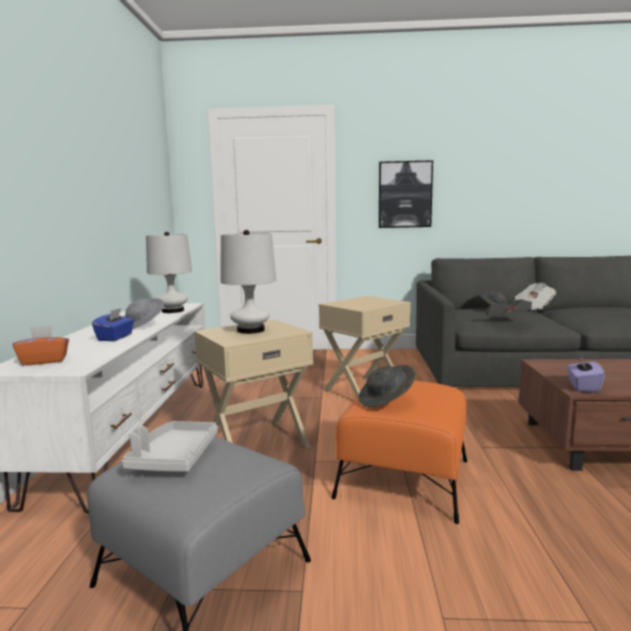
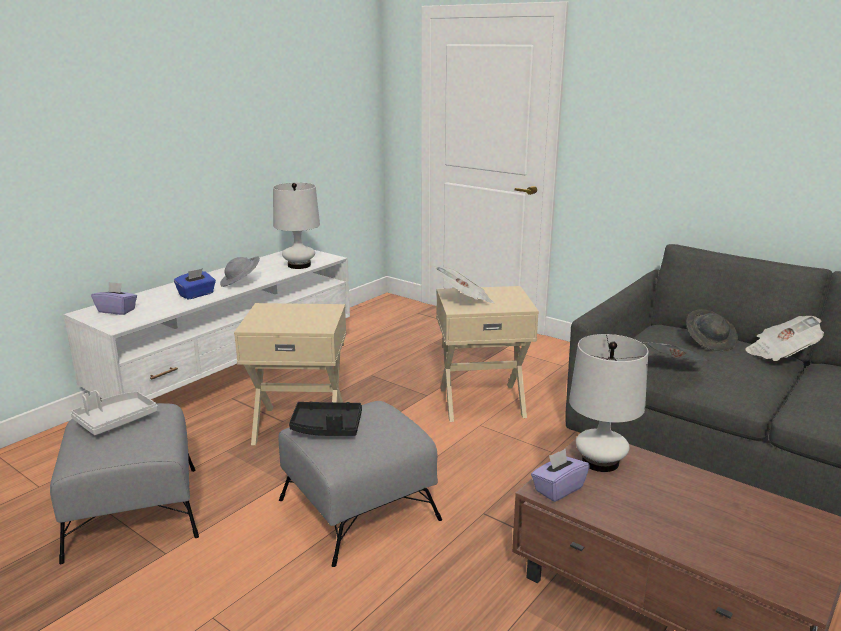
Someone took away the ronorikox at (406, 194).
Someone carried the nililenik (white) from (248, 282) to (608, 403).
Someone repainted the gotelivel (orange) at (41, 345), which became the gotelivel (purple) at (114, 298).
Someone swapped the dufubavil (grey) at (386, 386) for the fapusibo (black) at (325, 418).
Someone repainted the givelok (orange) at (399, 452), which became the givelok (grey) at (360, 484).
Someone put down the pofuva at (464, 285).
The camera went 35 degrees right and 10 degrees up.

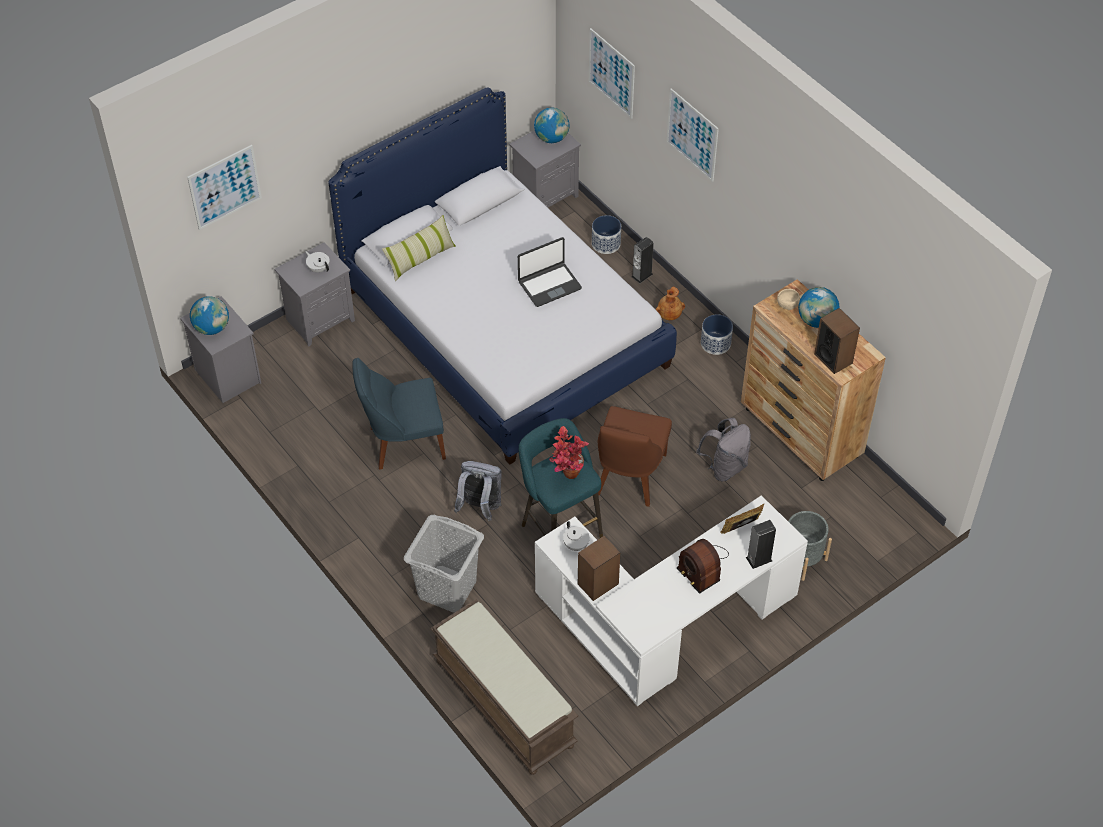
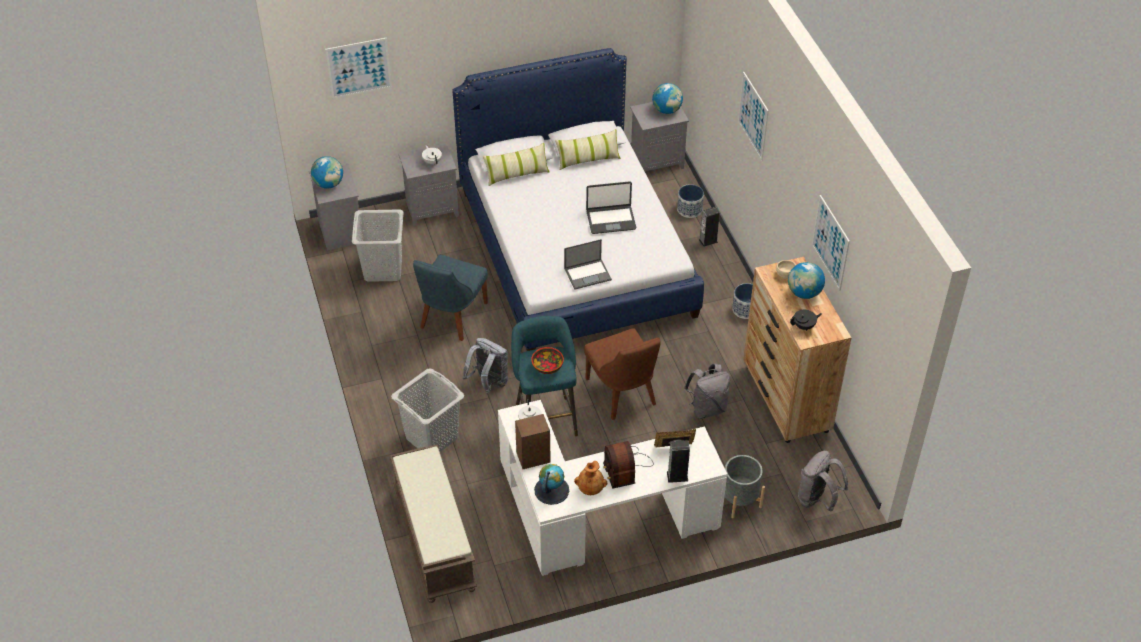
Someone carried the ronorikox from (612, 73) to (831, 243).
Someone carried the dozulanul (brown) from (670, 303) to (590, 478).
Someone swapped the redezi at (837, 341) for the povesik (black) at (806, 320).
Someone rotated the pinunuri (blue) at (399, 414) by 75 degrees counterclockwise.
Someone rotated the pinunuri (brown) at (635, 456) by 60 degrees counterclockwise.
Someone swapped the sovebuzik at (569, 452) for the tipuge at (547, 360).
Someone put down the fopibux at (588, 149).
Someone put down the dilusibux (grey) at (378, 245).
Someone put down the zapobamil at (588, 264).
Someone put down the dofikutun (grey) at (823, 481).
Someone put down the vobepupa at (551, 484).
The camera went 20 degrees right and 5 degrees down.

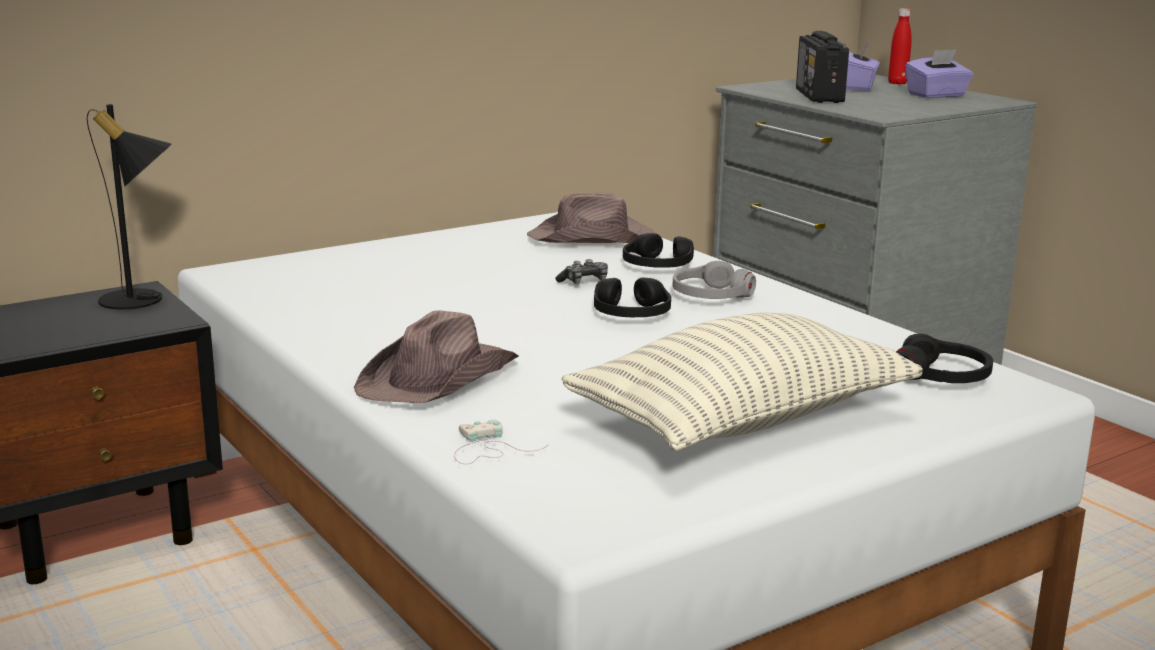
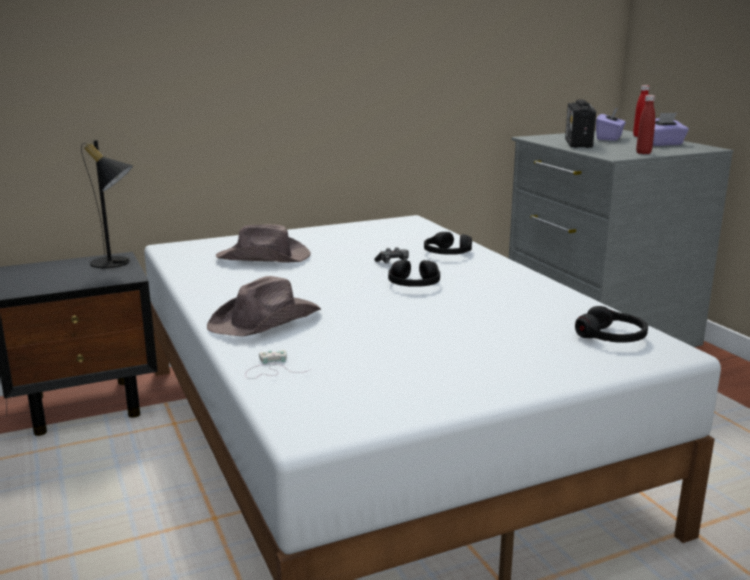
Someone carried the dufubavil (brown) from (591, 218) to (263, 243).
Someone took away the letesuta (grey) at (714, 280).
Someone took away the fopibux at (742, 382).
Someone put down the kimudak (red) at (645, 124).
The camera went 10 degrees right and 0 degrees up.

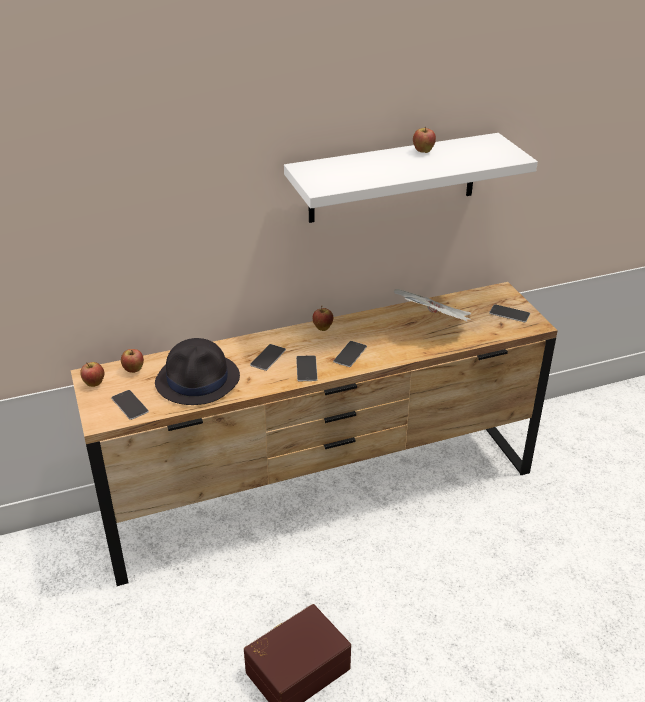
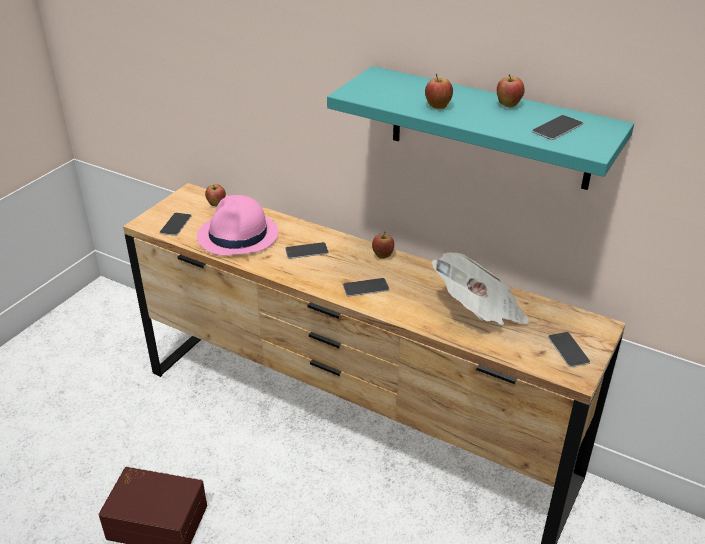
Someone repainted the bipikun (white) at (411, 178), which became the bipikun (turquoise) at (480, 128).
Someone repainted the dufubavil (black) at (197, 371), which became the dufubavil (pink) at (238, 225).
Someone carried the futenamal from (307, 368) to (557, 127).
Someone carried the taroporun from (92, 374) to (439, 91).
The camera went 50 degrees right and 0 degrees up.

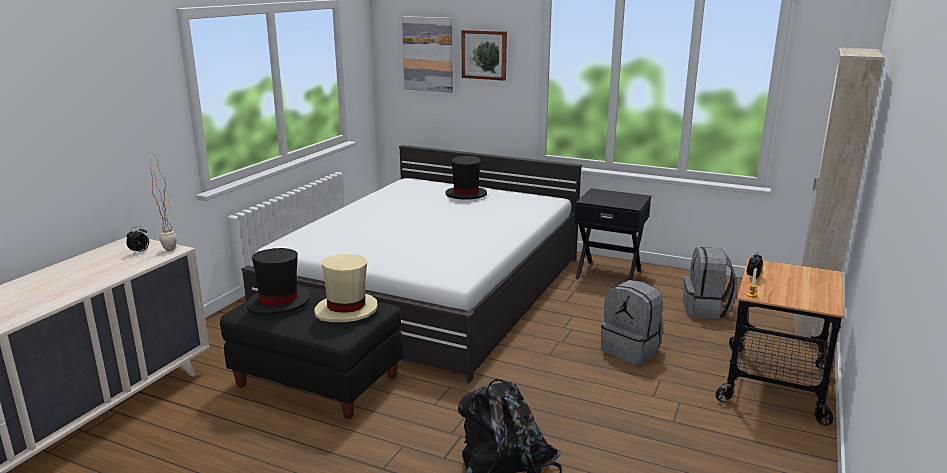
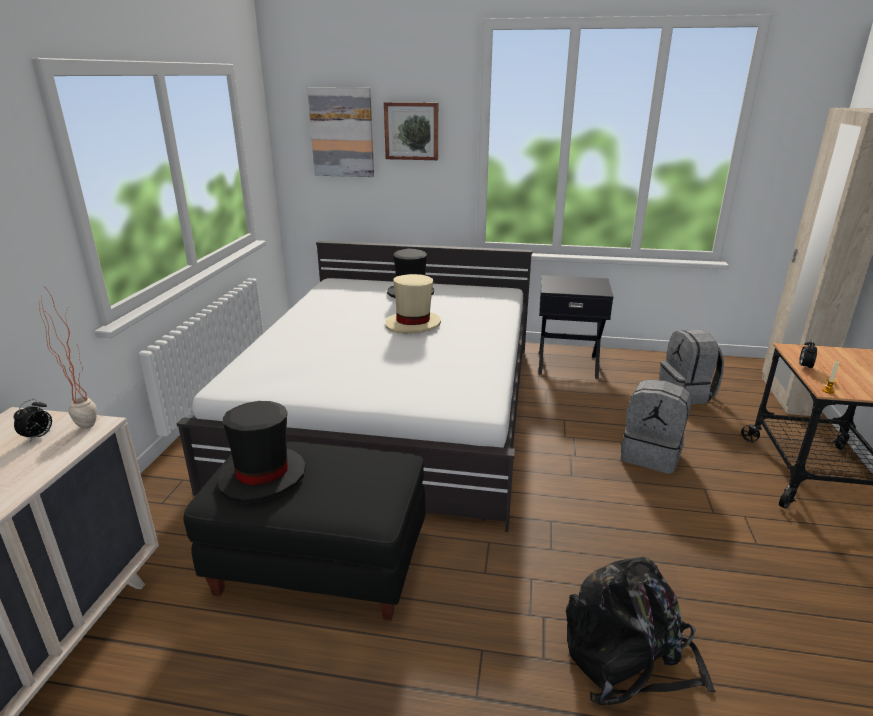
Someone carried the dufubavil (beige) from (346, 288) to (413, 304).
The camera went 15 degrees left and 5 degrees up.

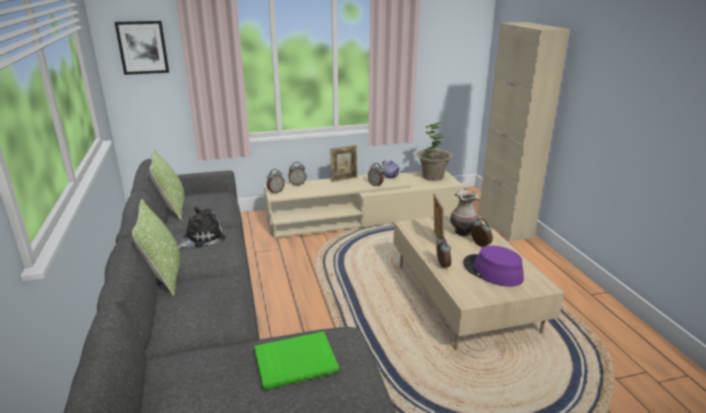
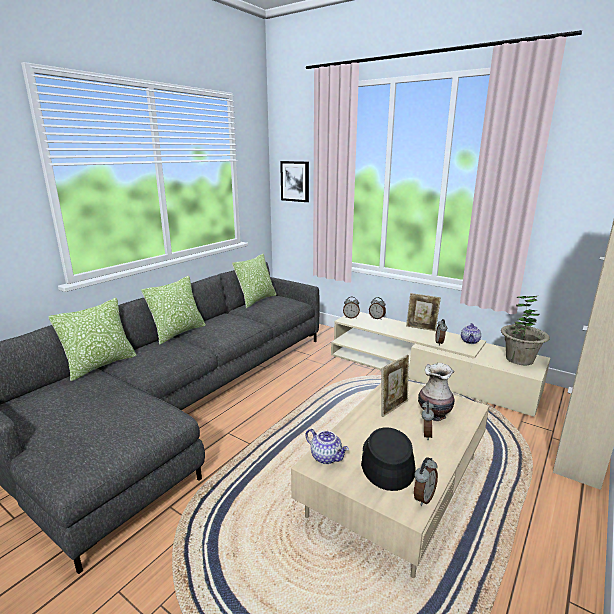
Someone took away the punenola at (201, 228).
Someone carried the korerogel from (443, 253) to (426, 481).
Someone repainted the dufubavil (purple) at (493, 266), which became the dufubavil (black) at (388, 459).
Someone took away the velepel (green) at (296, 360).
Someone put down the fopibux at (92, 339).
Someone put down the povesik at (327, 446).
The camera went 50 degrees right and 5 degrees down.

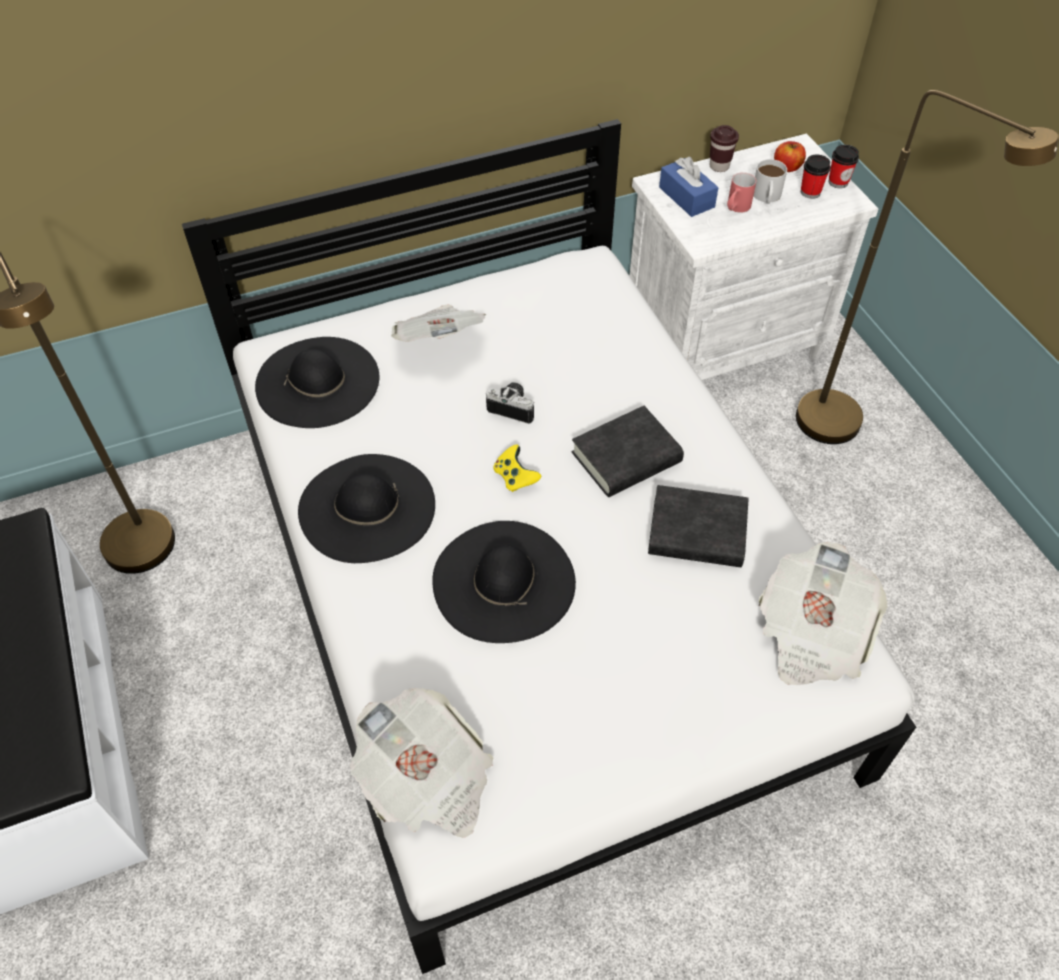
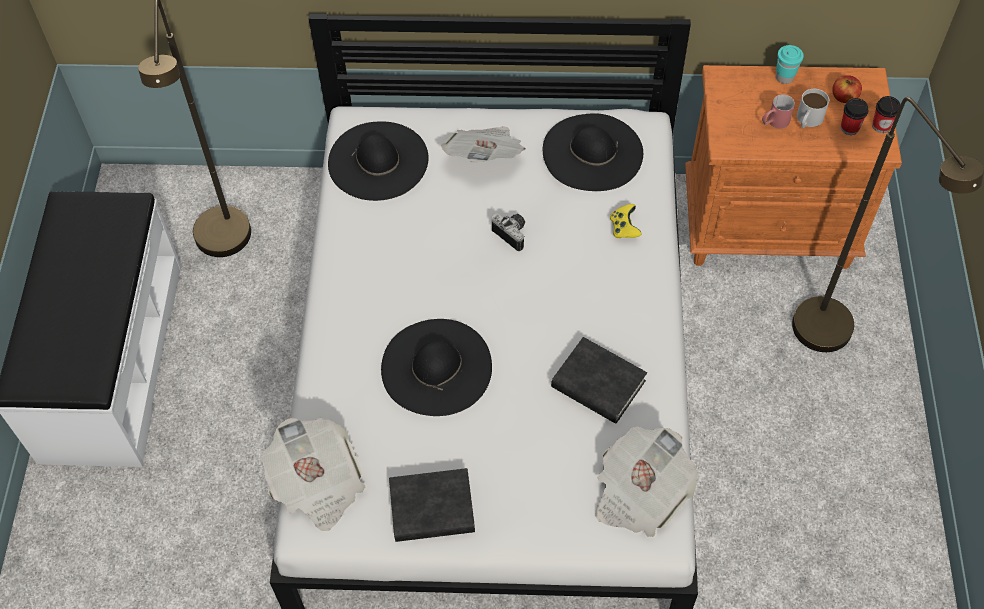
Someone repainted the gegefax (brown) at (724, 148), which became the gegefax (turquoise) at (790, 64).
Someone repainted the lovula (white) at (754, 257), which became the lovula (orange) at (793, 167).
Someone took away the gotelivel (blue) at (689, 187).
Someone carried the velepel (black) from (628, 451) to (432, 505).
Someone carried the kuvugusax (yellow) from (517, 468) to (626, 221).
Someone carried the dufubavil (black) from (366, 508) to (593, 152).
The camera went 25 degrees right and 5 degrees up.

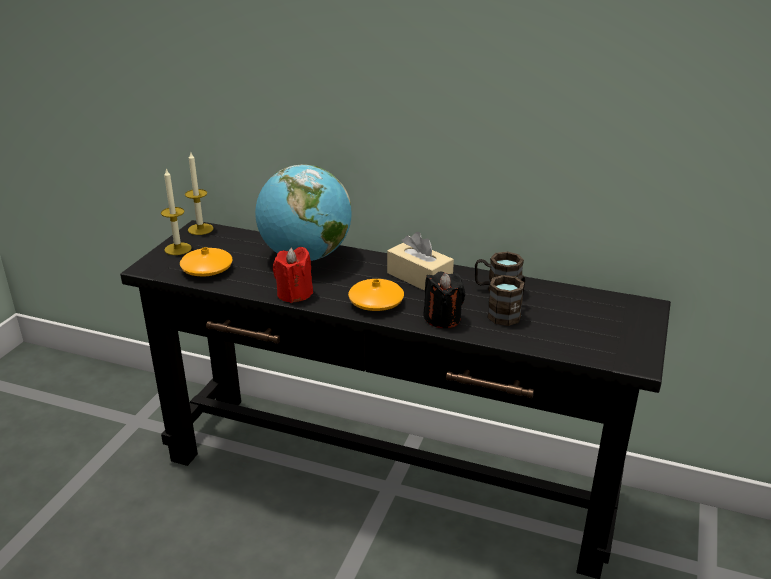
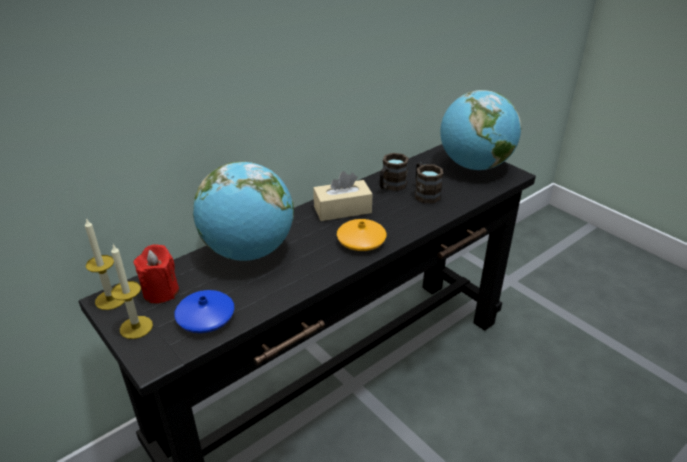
Someone repainted the dozulanul (orange) at (206, 262), which became the dozulanul (blue) at (204, 311).
Someone carried the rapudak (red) from (293, 275) to (156, 273).
Someone took away the rapudak (black) at (444, 299).
Someone put down the vobepupa at (480, 130).
The camera went 60 degrees left and 5 degrees up.

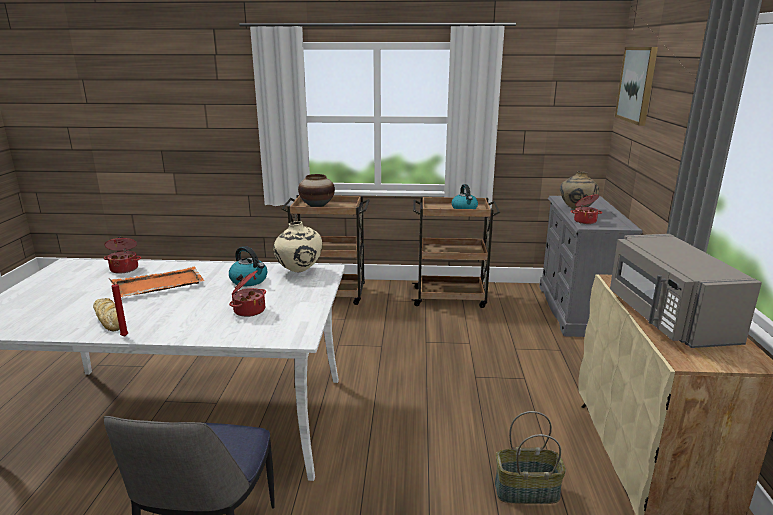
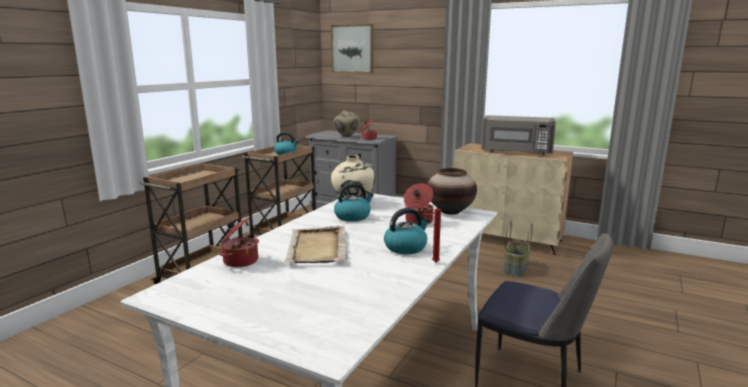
Someone carried the dozulanul from (316, 190) to (452, 191).
Someone repainted the fapusibo (orange) at (158, 281), which became the fapusibo (beige) at (316, 244).
Someone took away the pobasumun at (106, 314).
Someone put down the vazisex at (407, 231).
The camera went 65 degrees left and 5 degrees down.

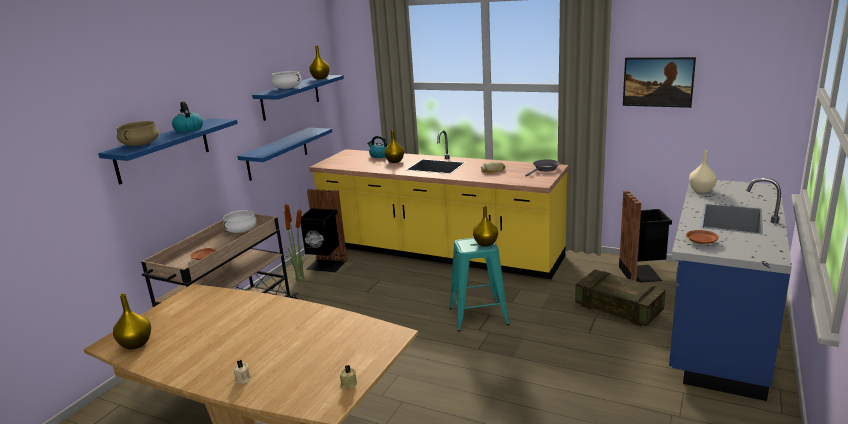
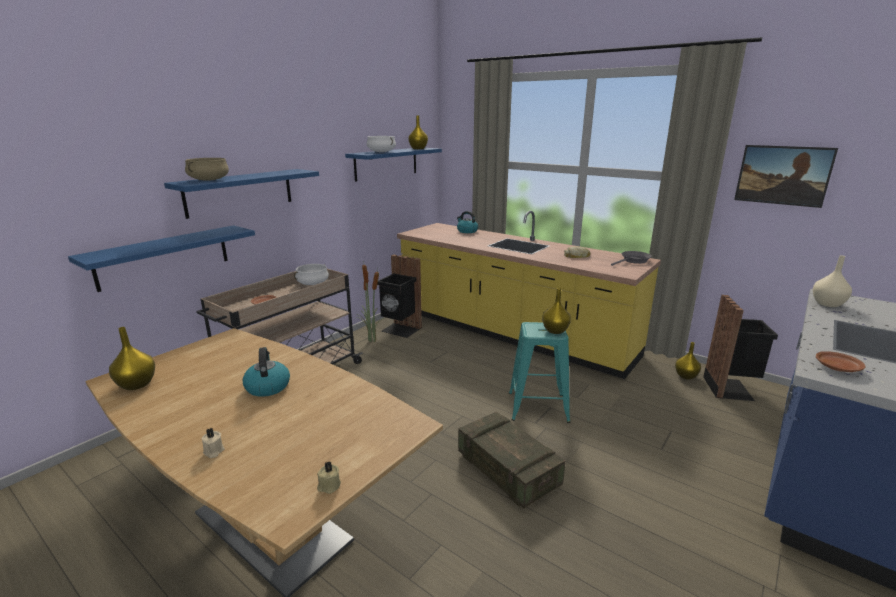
Someone carried the vazisex from (187, 116) to (266, 372).
Someone carried the bipikun (blue) from (284, 154) to (161, 258).
Someone carried the dozulanul (yellow) from (394, 146) to (688, 360).
Someone carried the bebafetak from (620, 298) to (511, 459).
The camera went 10 degrees right and 0 degrees up.

